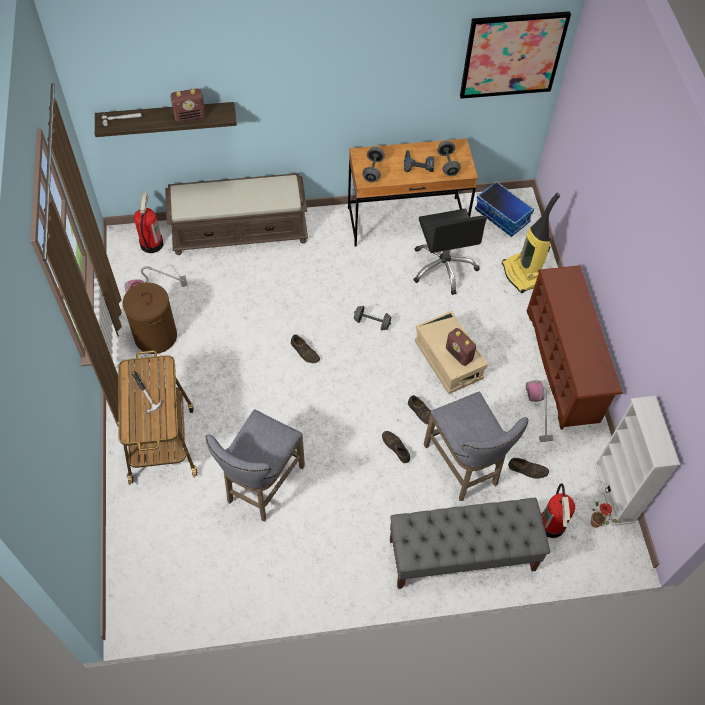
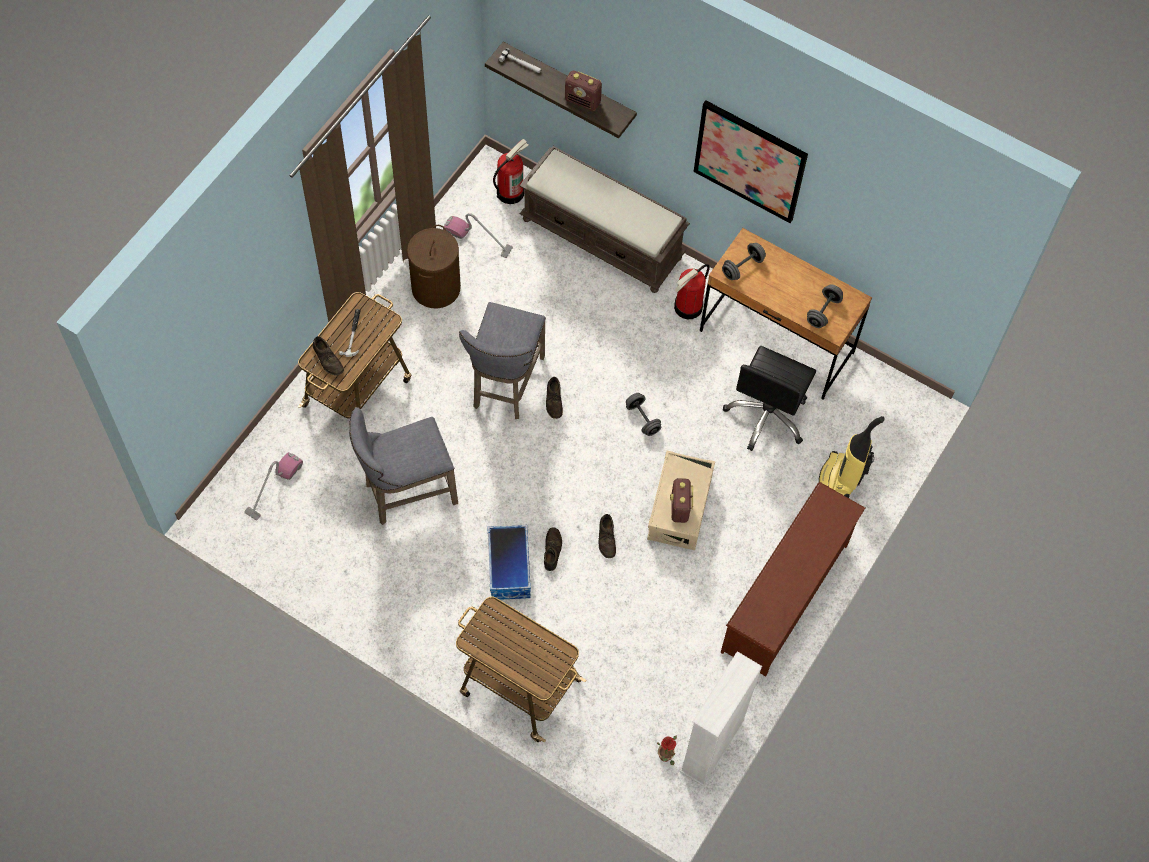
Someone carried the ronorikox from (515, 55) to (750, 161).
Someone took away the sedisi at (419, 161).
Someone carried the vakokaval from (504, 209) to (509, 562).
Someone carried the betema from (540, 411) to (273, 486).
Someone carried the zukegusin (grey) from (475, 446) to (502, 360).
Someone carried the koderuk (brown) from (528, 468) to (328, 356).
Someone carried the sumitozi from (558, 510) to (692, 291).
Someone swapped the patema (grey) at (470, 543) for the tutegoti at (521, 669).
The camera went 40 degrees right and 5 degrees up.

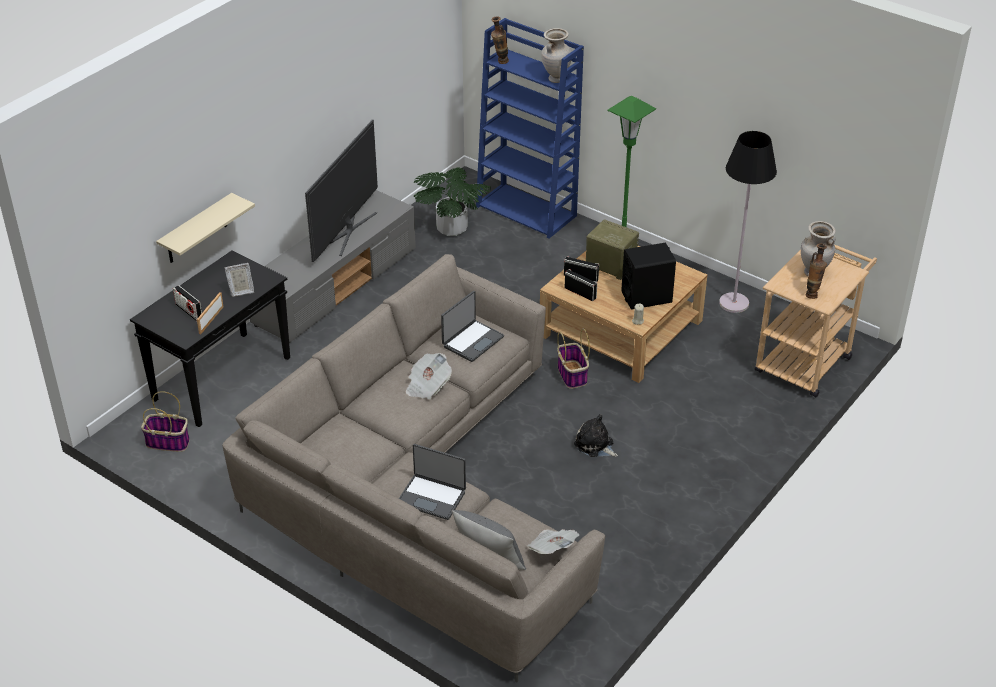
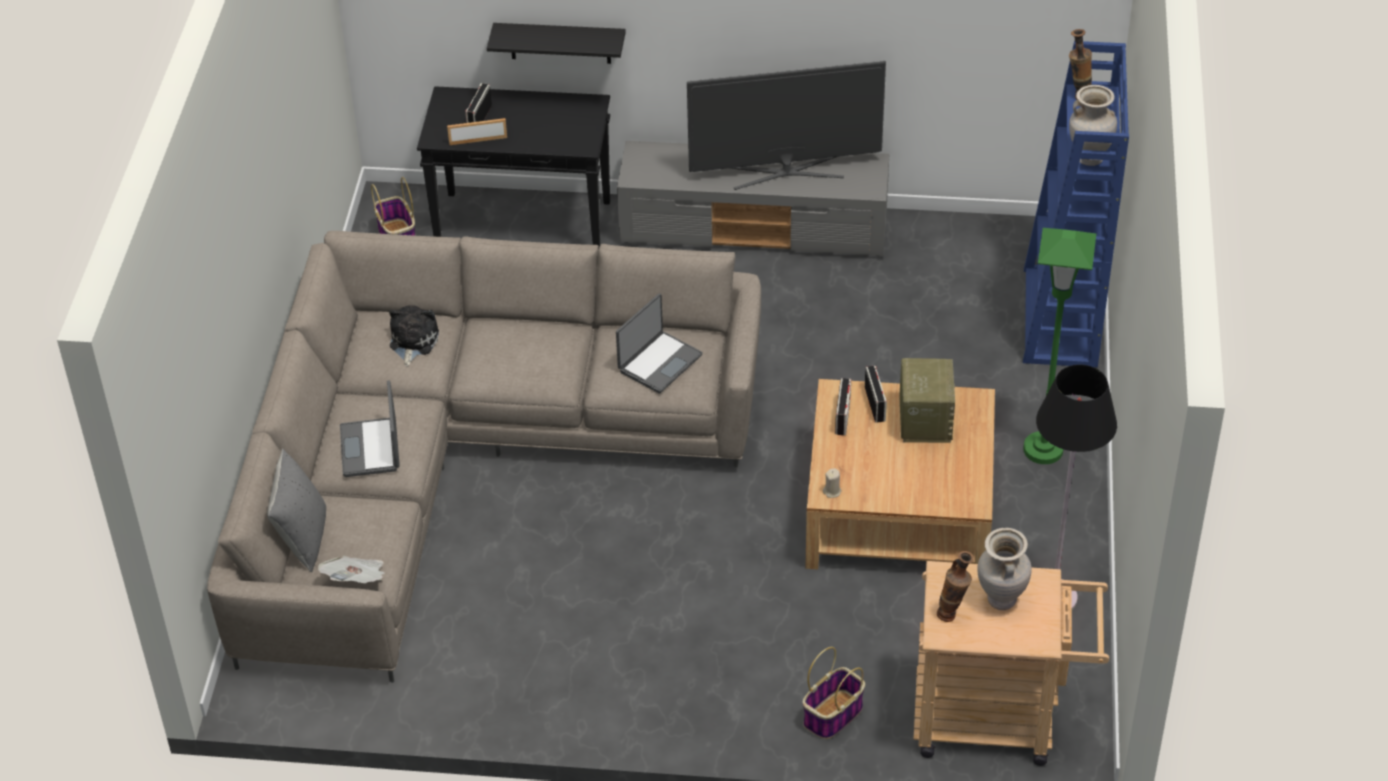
Someone took away the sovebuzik at (452, 201).
Someone repainted the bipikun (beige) at (205, 228), which became the bipikun (black) at (556, 43).
Someone took away the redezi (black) at (648, 276).
Someone took away the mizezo at (239, 280).
Someone rotated the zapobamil at (472, 326) by 60 degrees counterclockwise.
Someone carried the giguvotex from (573, 358) to (834, 693).
Someone took away the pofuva at (428, 376).
Someone carried the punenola from (596, 435) to (414, 335).
The camera went 60 degrees right and 5 degrees up.

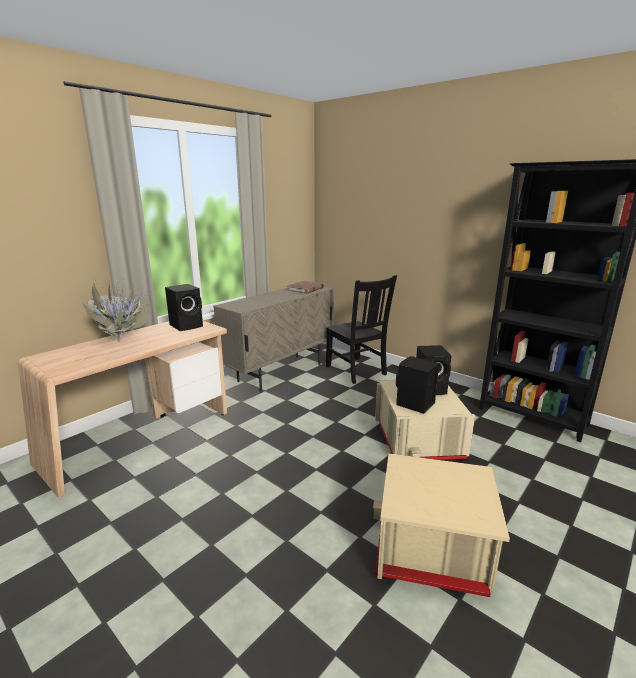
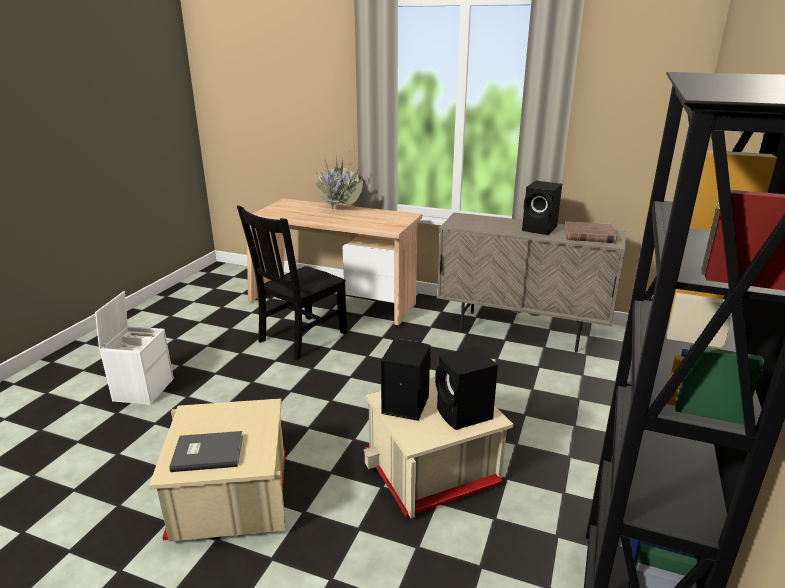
Someone carried the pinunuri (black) from (361, 329) to (292, 282).
Someone carried the redezi (black) from (184, 307) to (542, 208).
Someone put down the vakokaval (white) at (134, 348).
Someone put down the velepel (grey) at (206, 451).
The camera went 70 degrees right and 5 degrees up.

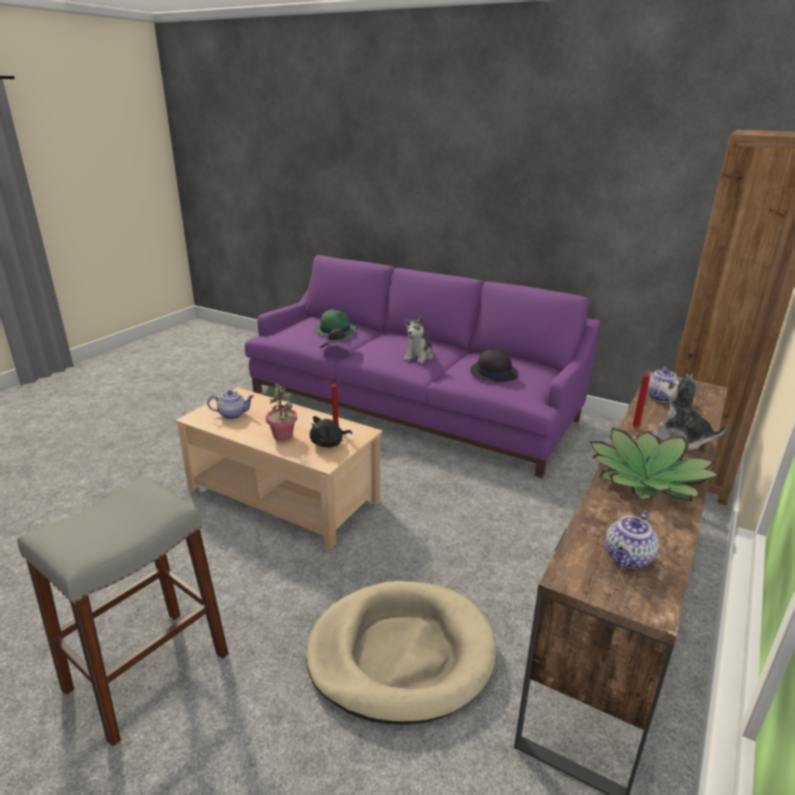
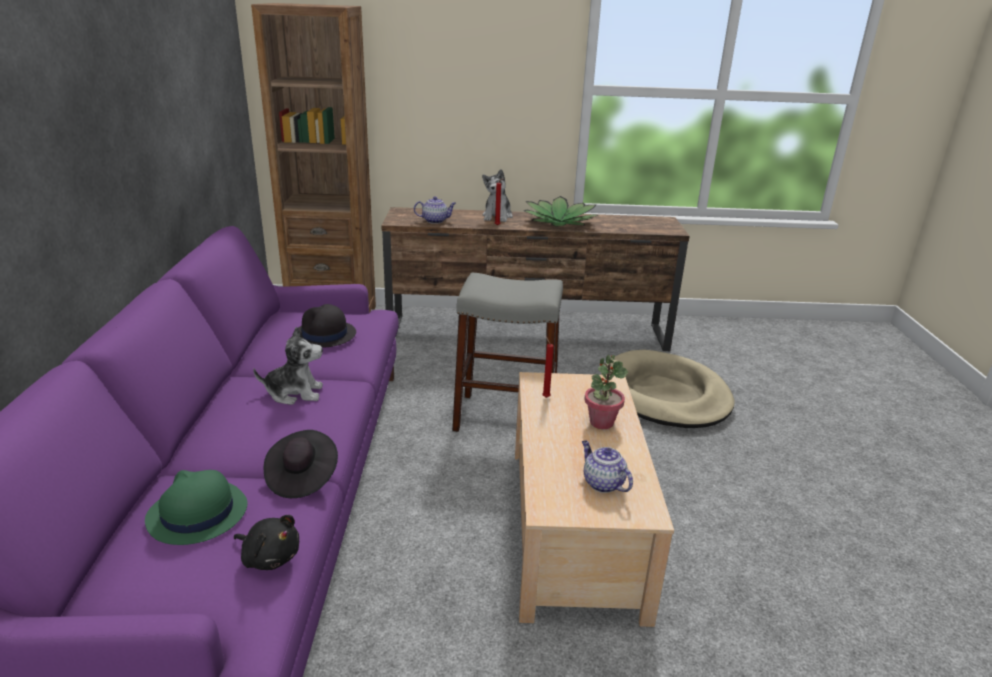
Someone carried the punenola (black) from (331, 431) to (266, 542).
Someone carried the zukegusin (grey) from (123, 612) to (507, 352).
Someone took away the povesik at (632, 540).
The camera went 120 degrees left and 0 degrees up.

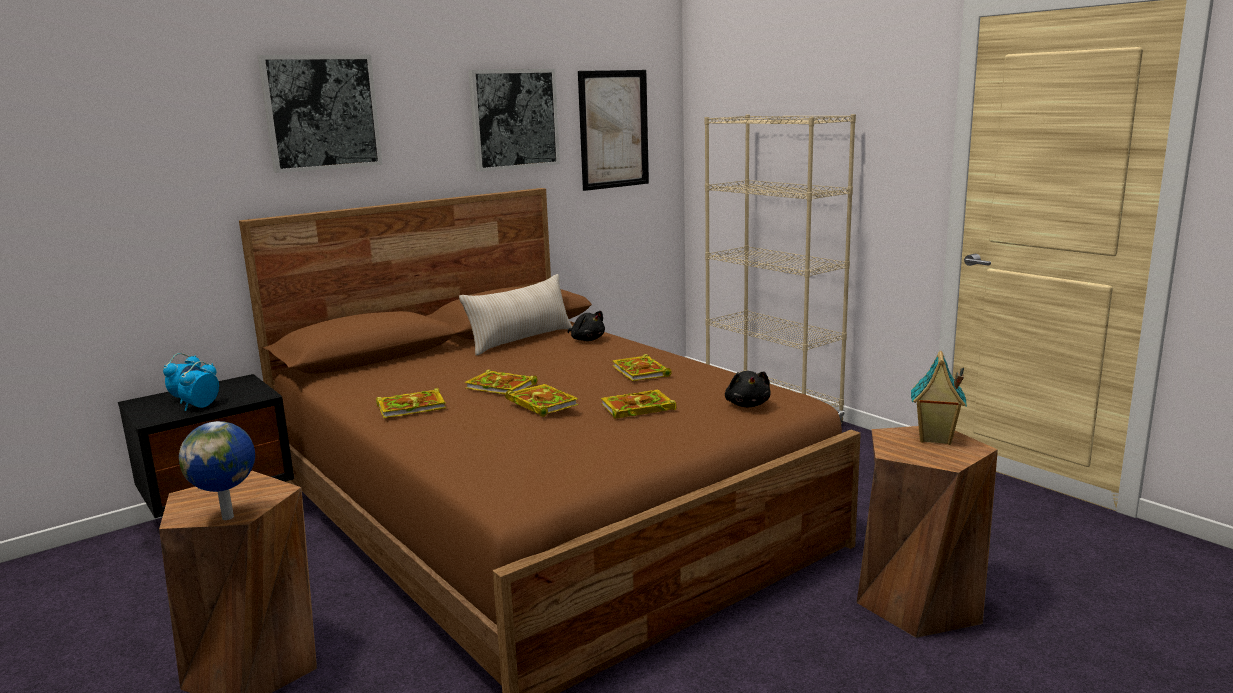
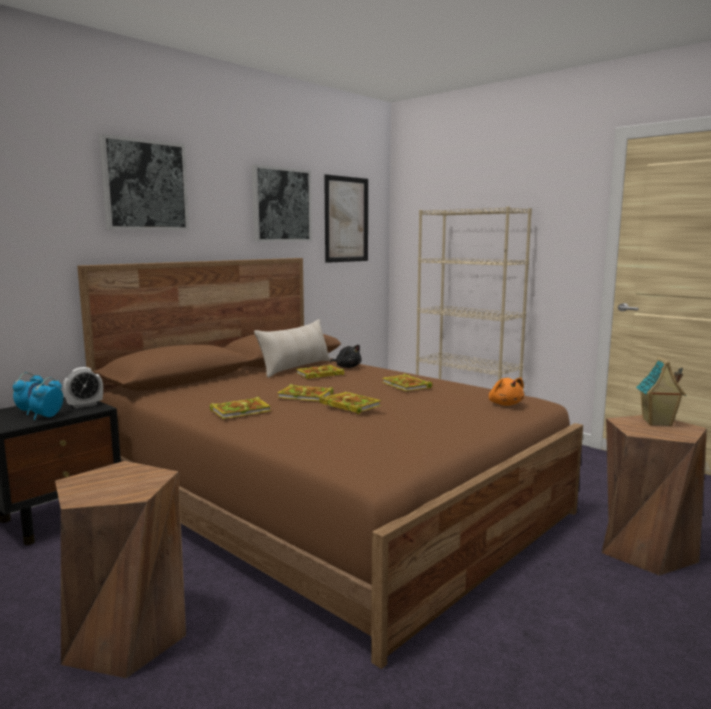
Someone repainted the punenola (black) at (747, 389), which became the punenola (orange) at (506, 392).
Someone carried the velepel from (639, 404) to (320, 372).
Someone took away the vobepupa at (217, 470).
Someone put down the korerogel at (83, 387).
The camera went 10 degrees left and 5 degrees down.

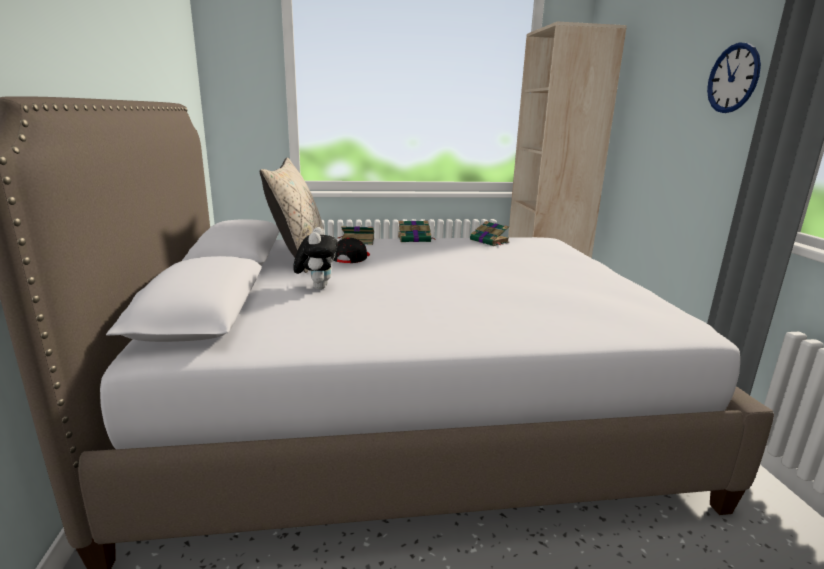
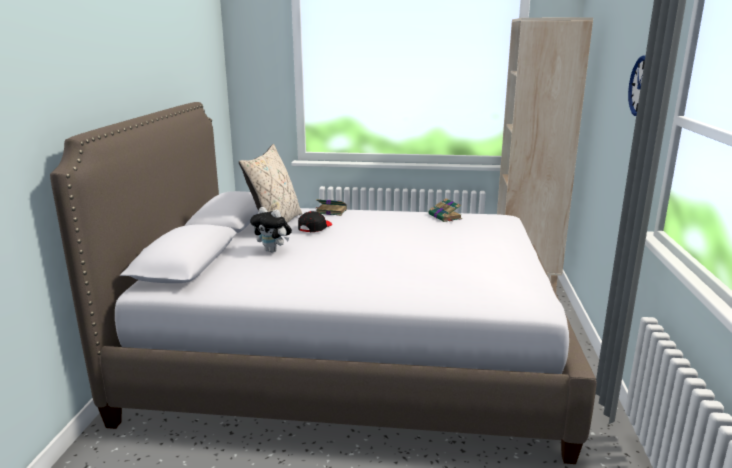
Someone took away the velepel at (417, 231).
Someone rotated the punenola at (315, 258) by 105 degrees clockwise.
The camera went 15 degrees right and 0 degrees up.

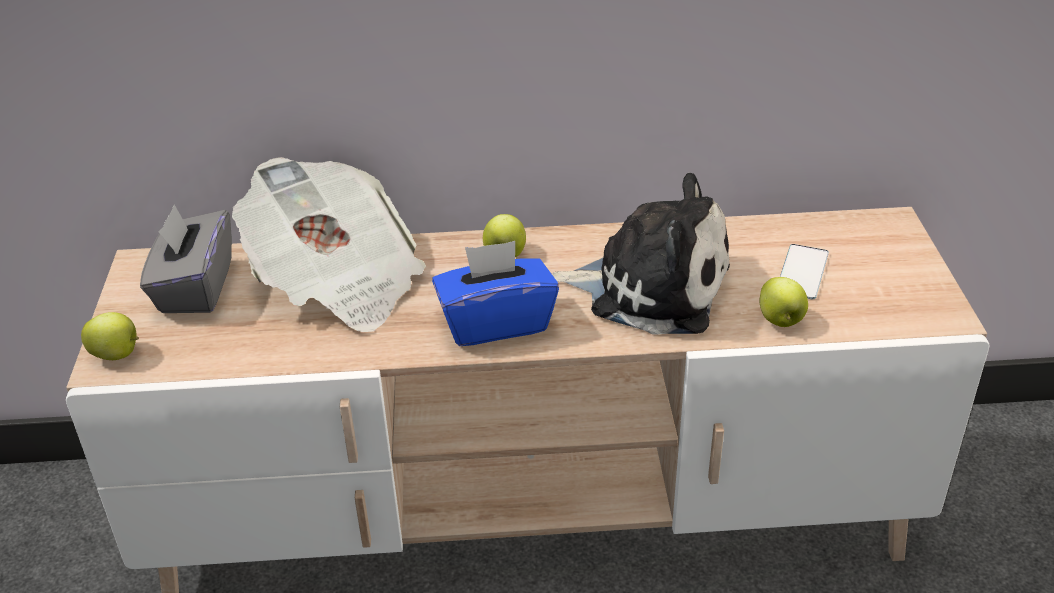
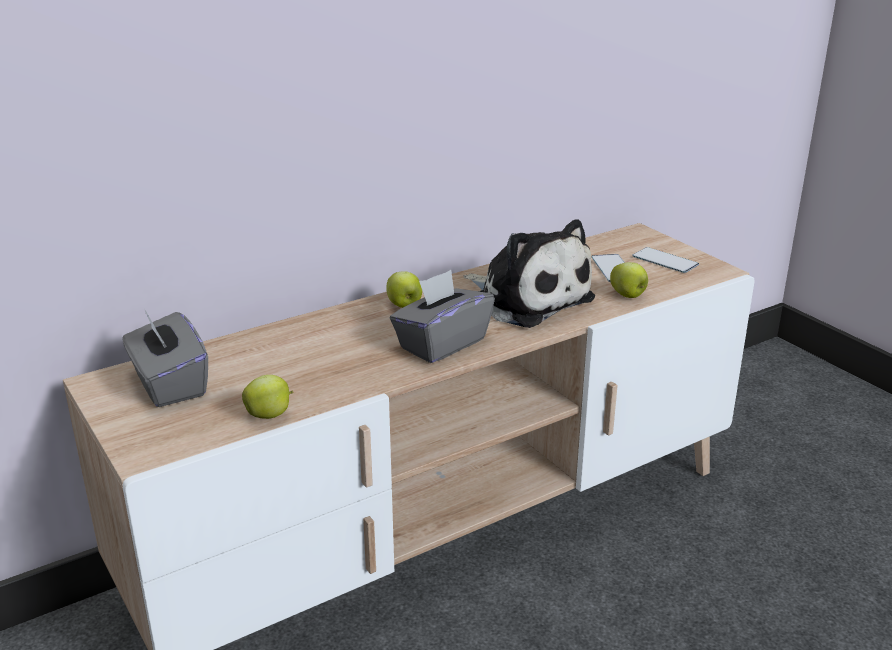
Someone took away the pofuva at (329, 244).
Someone rotated the punenola at (641, 253) by 60 degrees clockwise.
Someone repainted the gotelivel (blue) at (495, 293), which became the gotelivel (grey) at (442, 316).
Someone carried the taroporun from (110, 336) to (267, 397).
Someone put down the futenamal at (665, 260).
The camera went 30 degrees left and 10 degrees down.

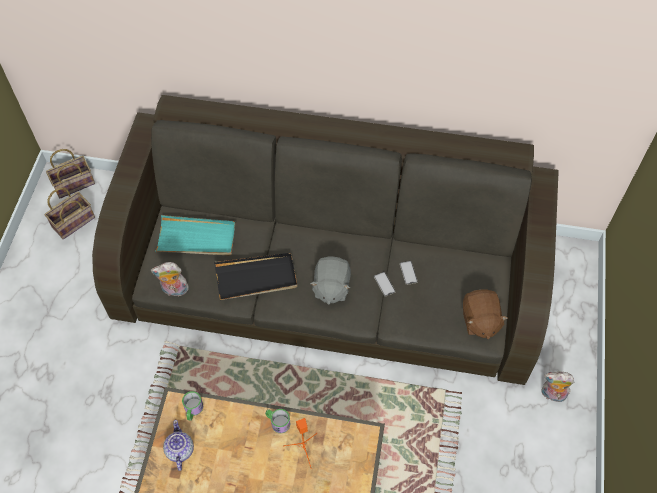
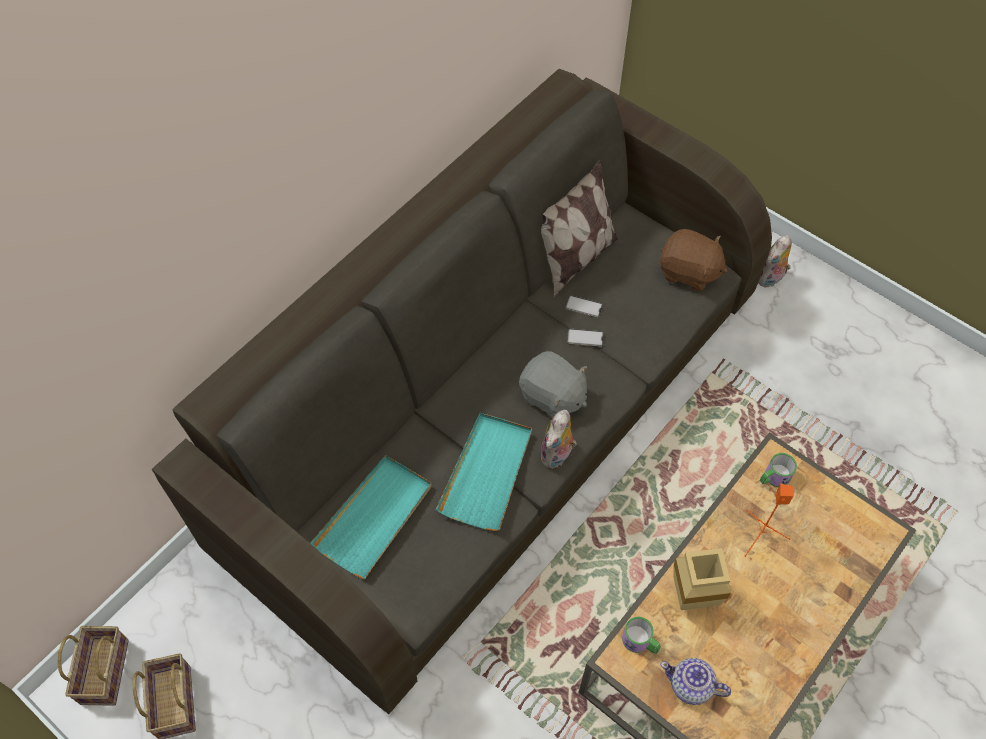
Someone repainted the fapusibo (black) at (255, 276), which became the fapusibo (turquoise) at (484, 472).
Someone carried the punenola from (170, 279) to (559, 439).
Someone carried the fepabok from (277, 421) to (778, 470).
Someone put down the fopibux at (579, 228).
Someone put down the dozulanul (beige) at (702, 579).
The camera went 60 degrees left and 0 degrees up.

